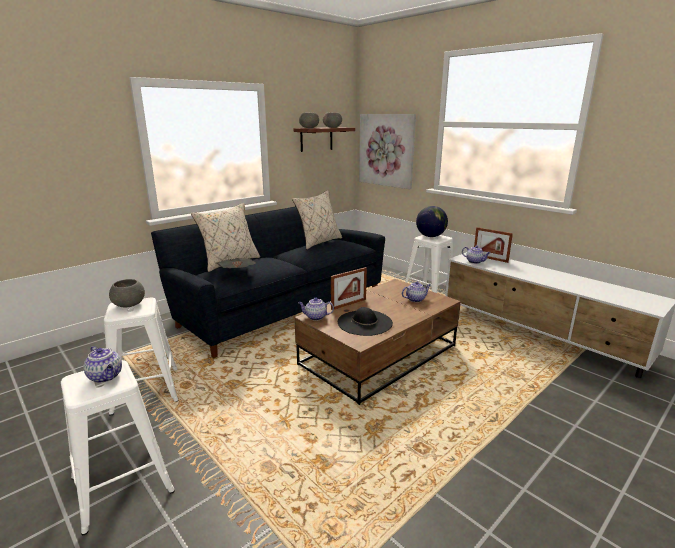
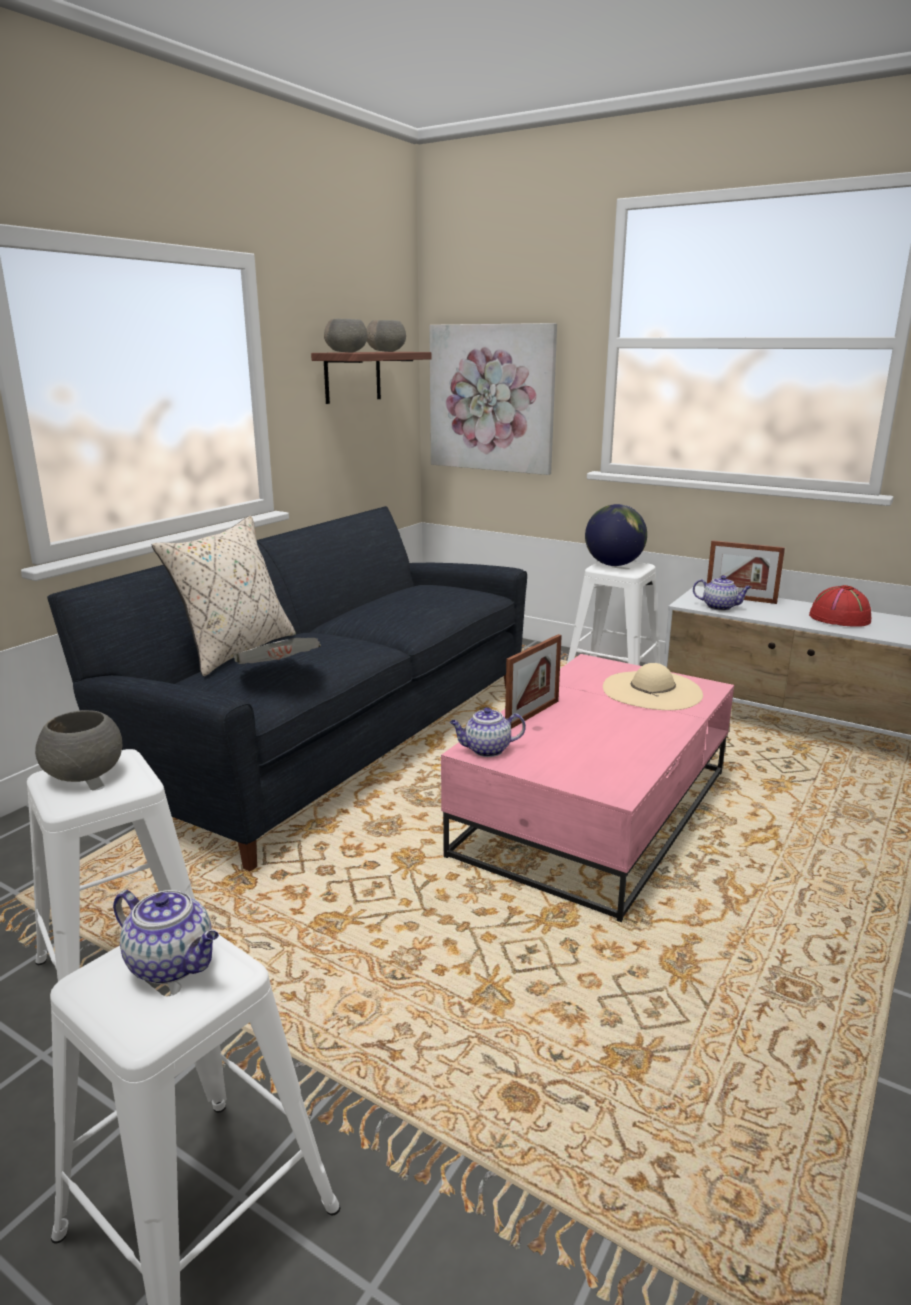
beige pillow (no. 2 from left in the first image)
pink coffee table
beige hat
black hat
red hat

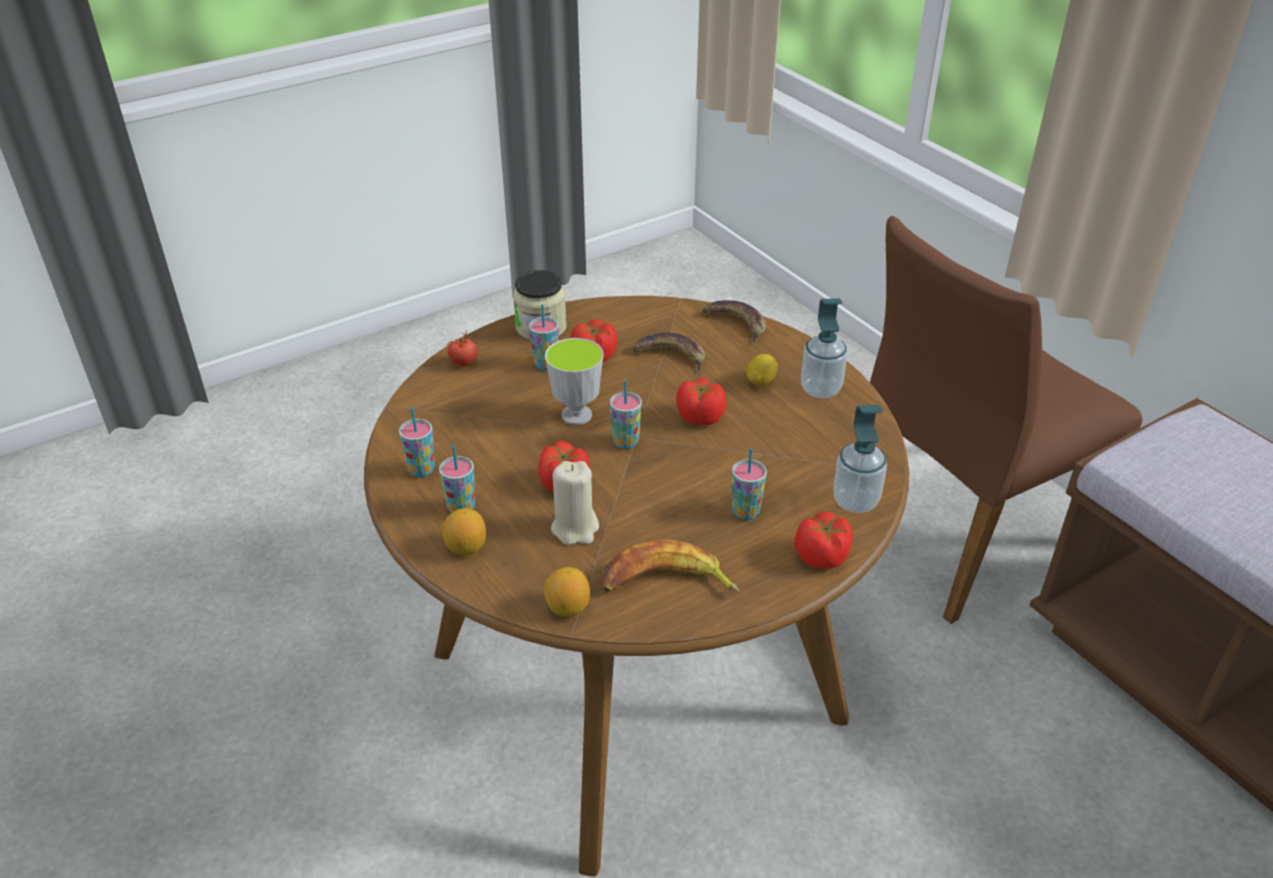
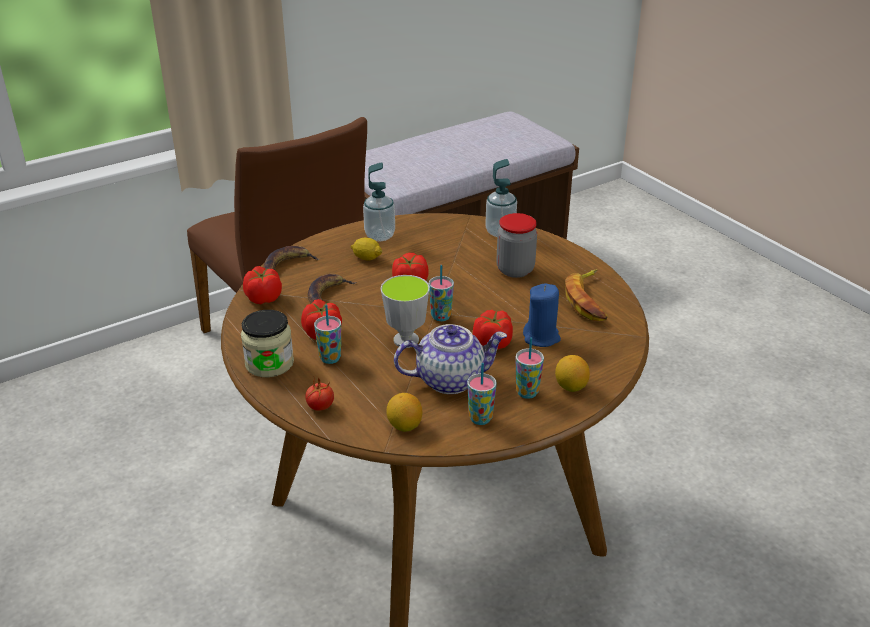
jar (no. 2 from left)
blue candle
tomato (no. 1 from left)
lemon (no. 2 from left)
teapot

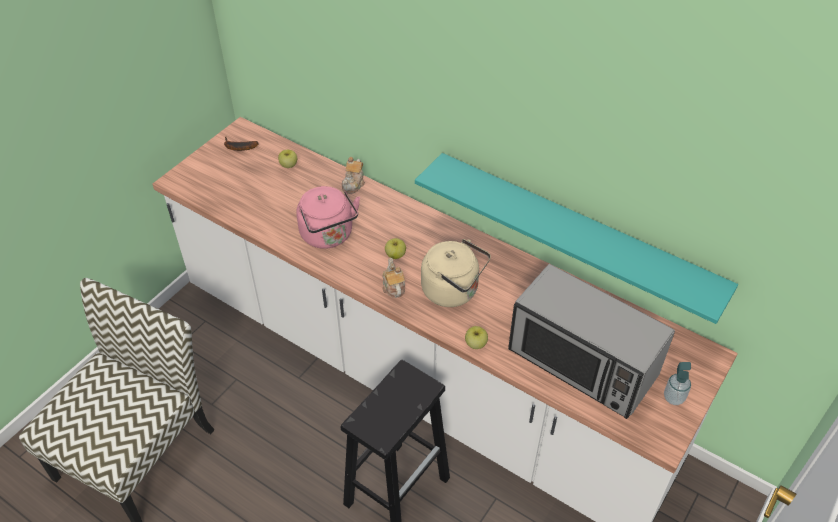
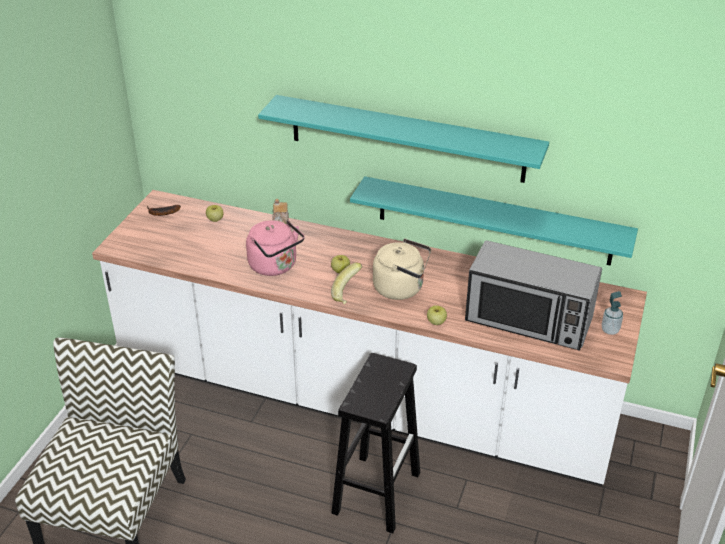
banana (no. 2 from left)
turquoise shelf (no. 1 from left)

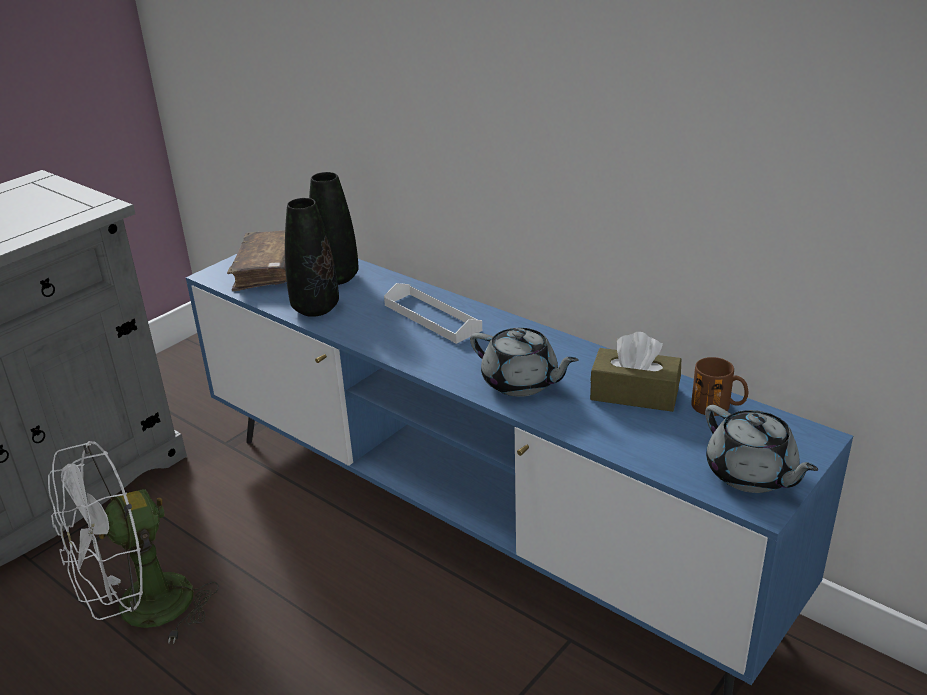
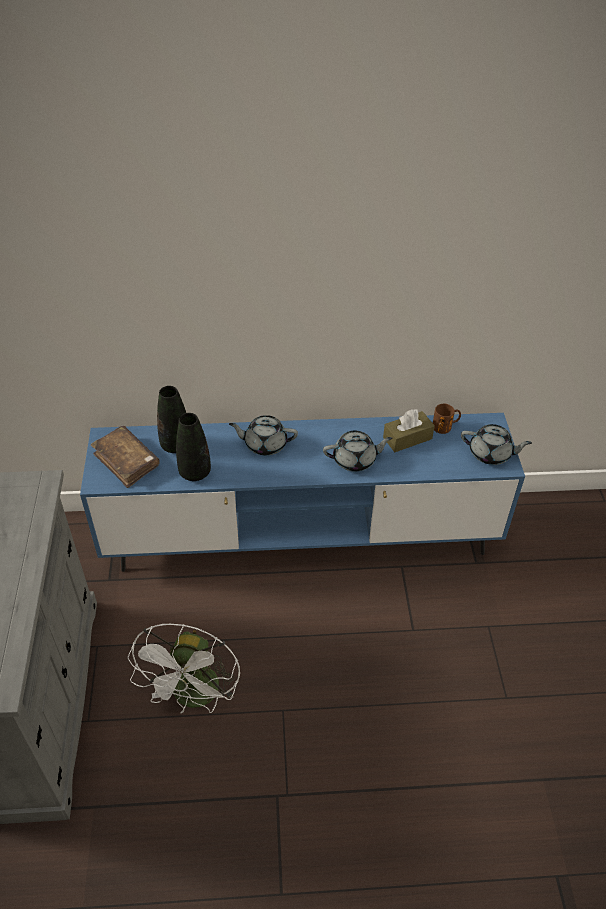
grey teapot (no. 1 from left)

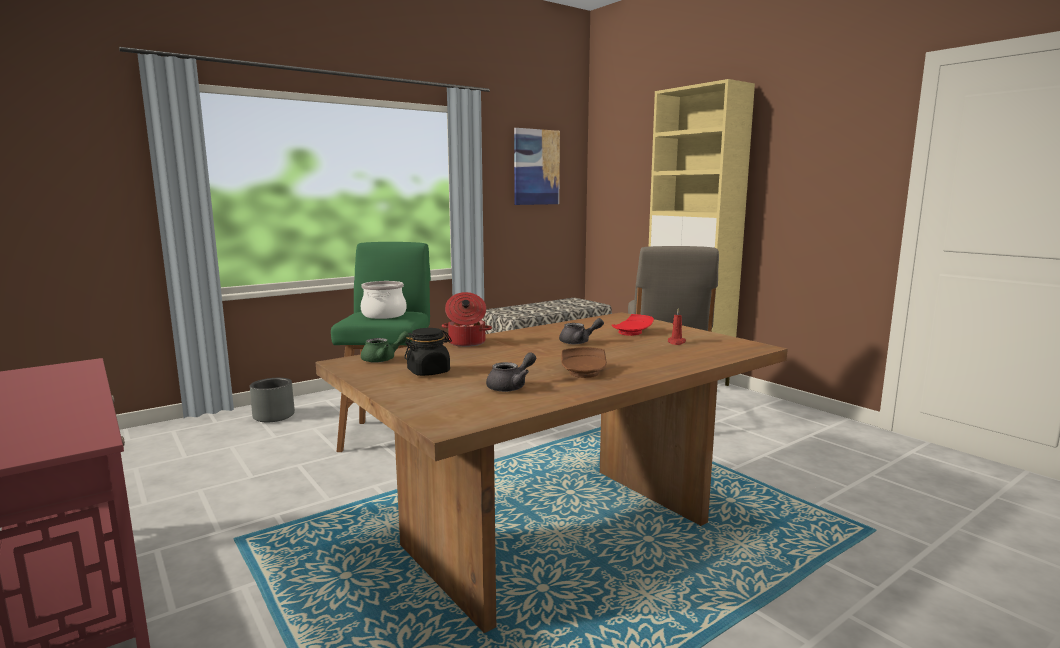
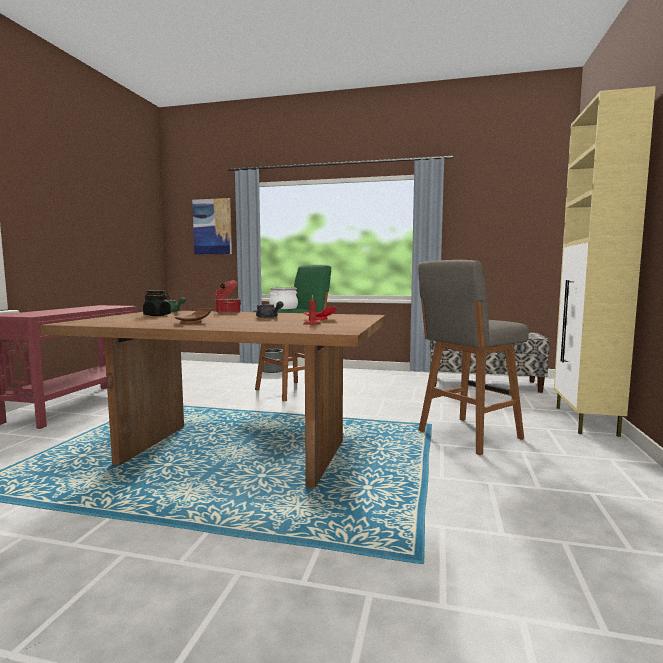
picture
grey teapot (no. 1 from left in the first image)

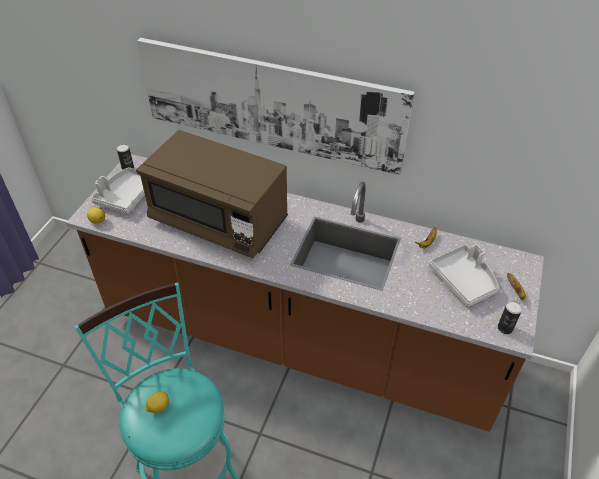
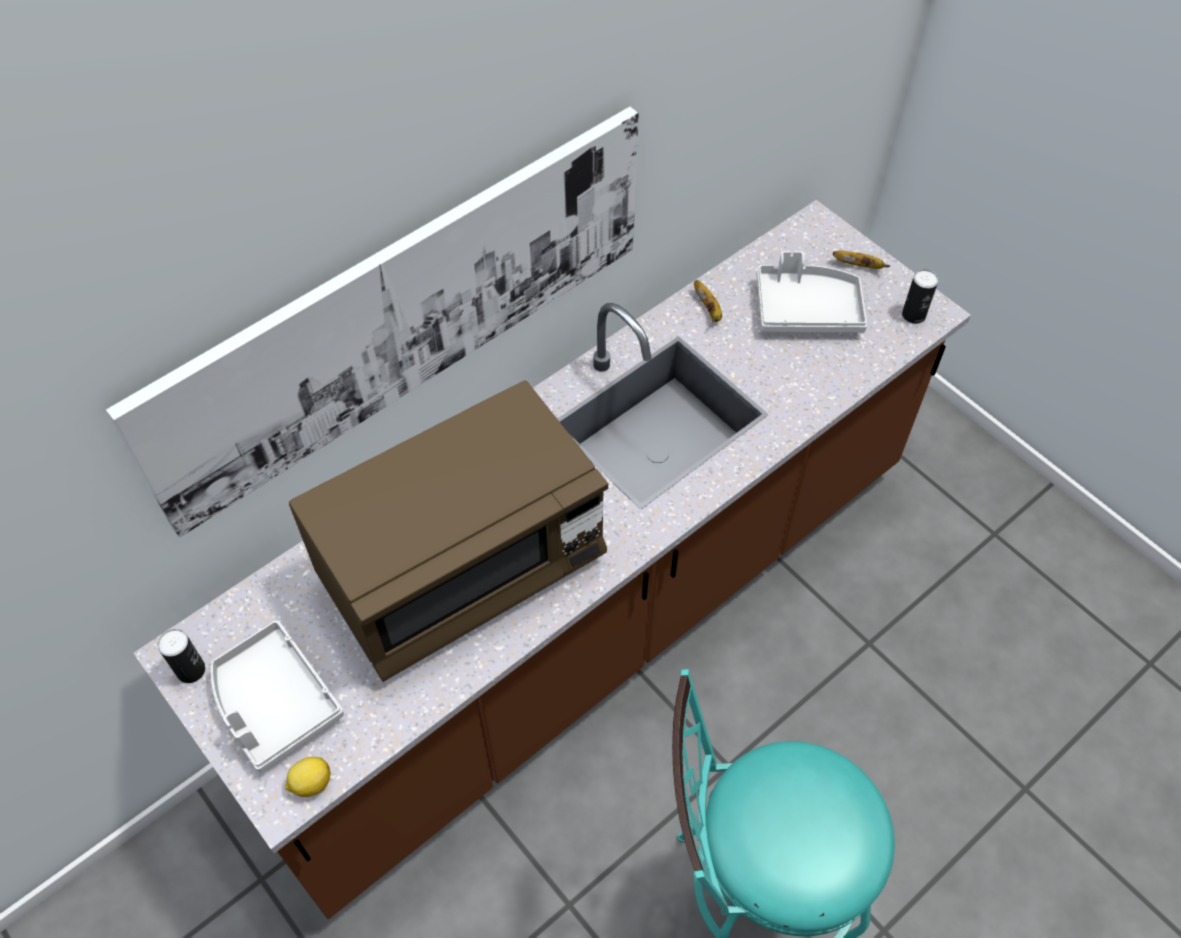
lemon (no. 2 from left in the first image)

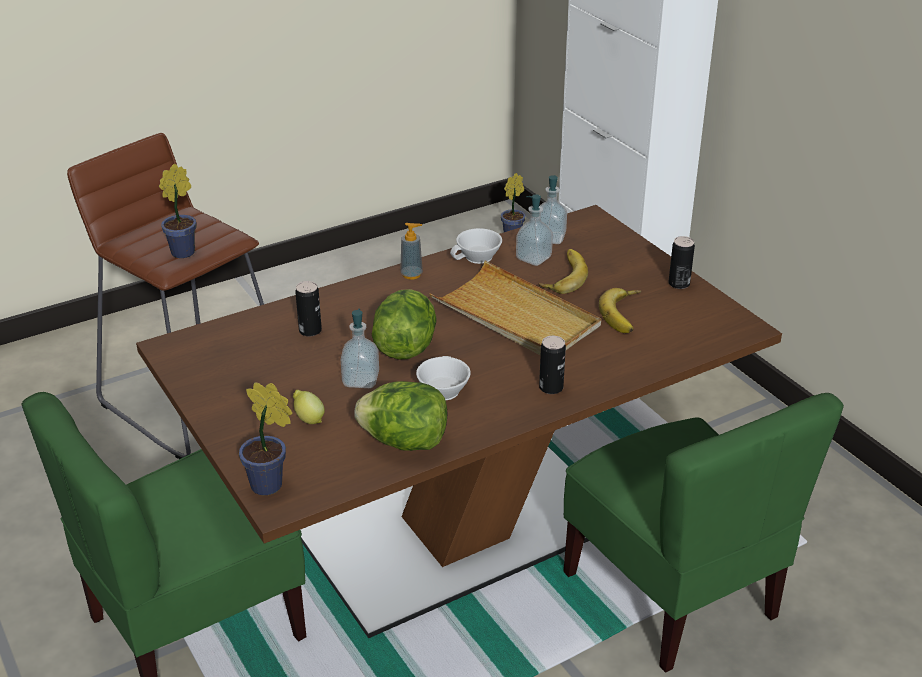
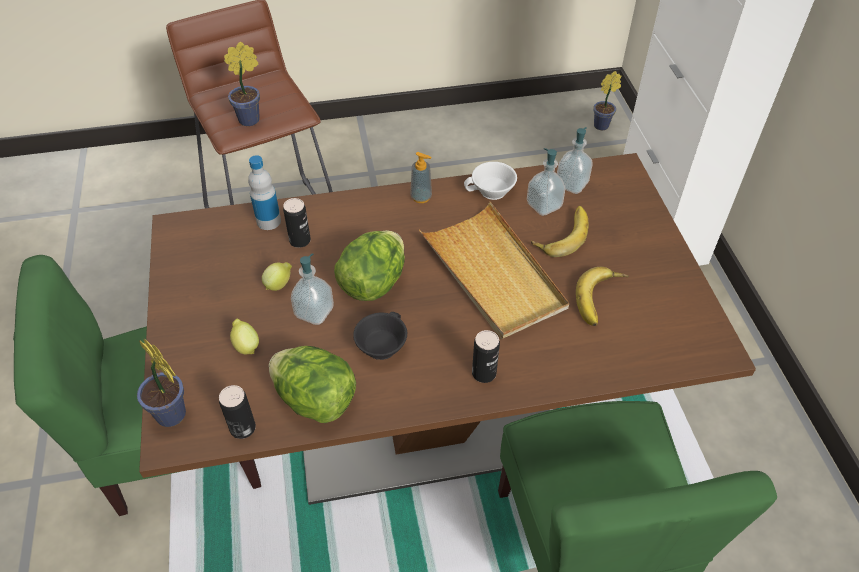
can (no. 1 from left)
black cup
bottle
lemon (no. 2 from left)

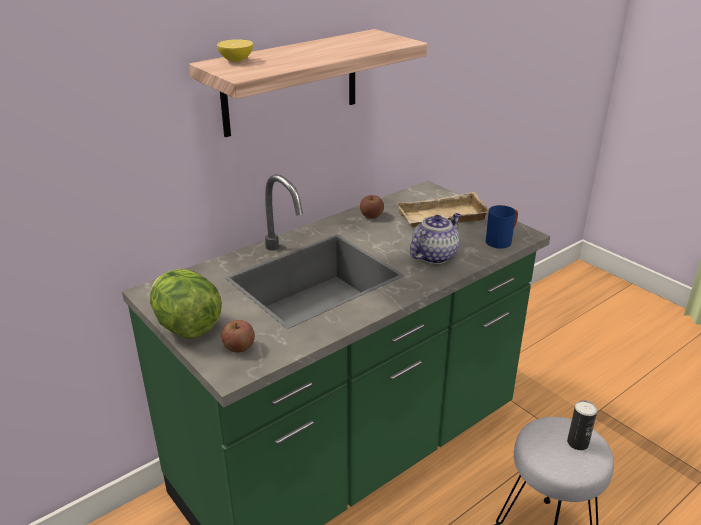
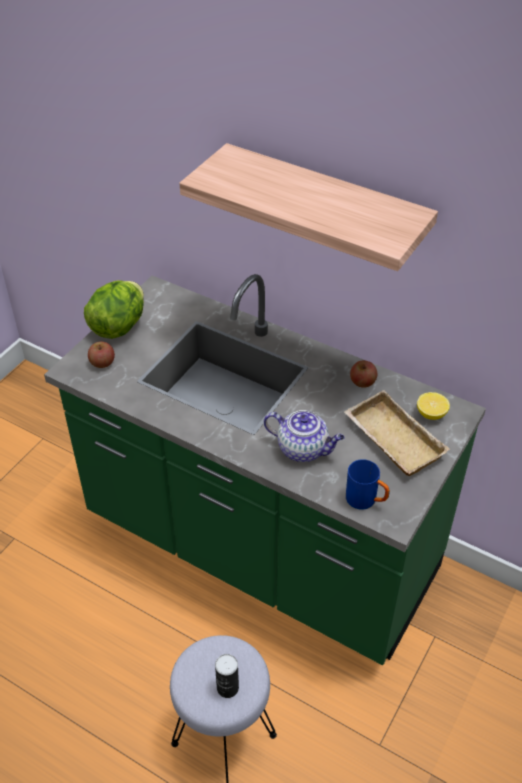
lemon

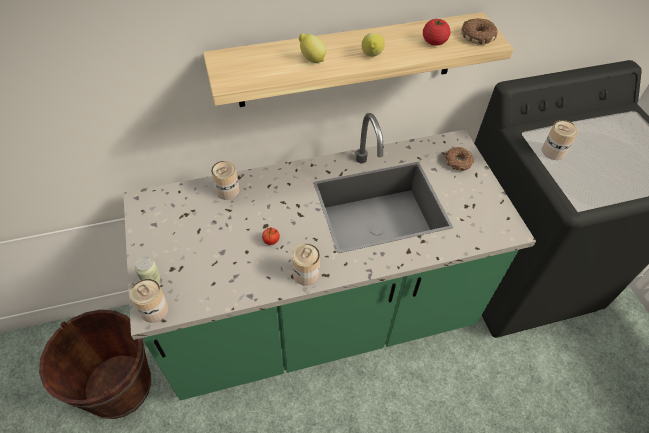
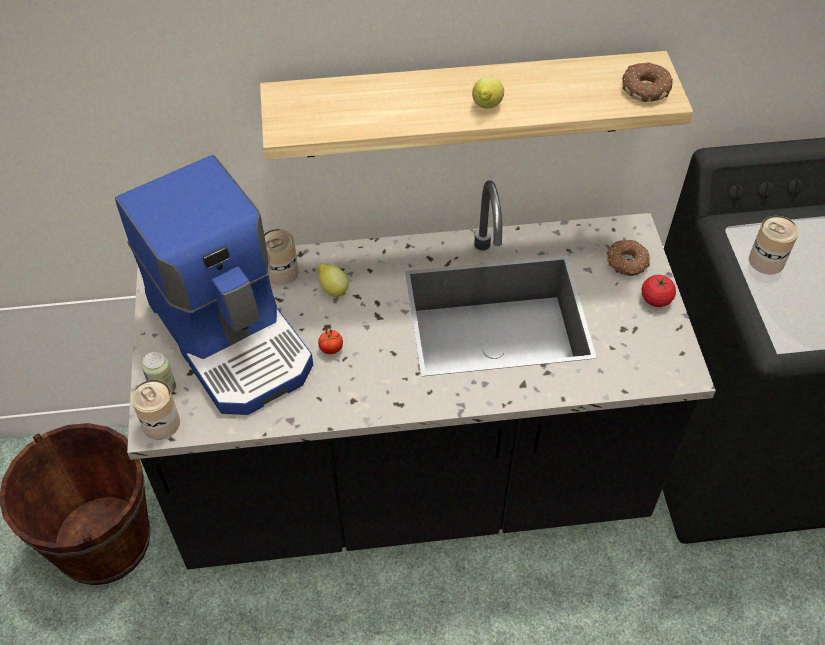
tomato (no. 2 from left)
lemon (no. 1 from left)
black counter
can (no. 4 from left in the first image)
coffee machine

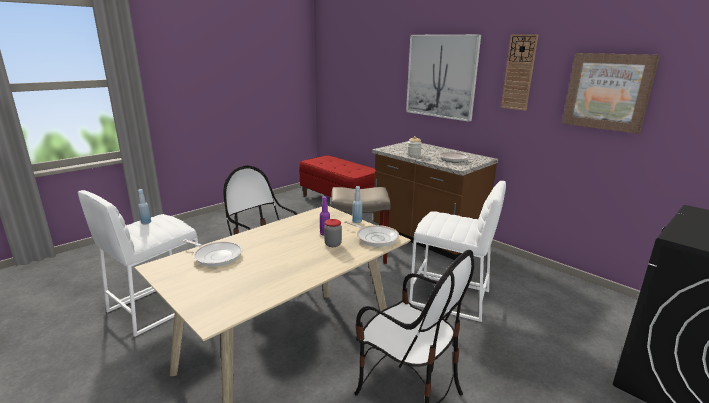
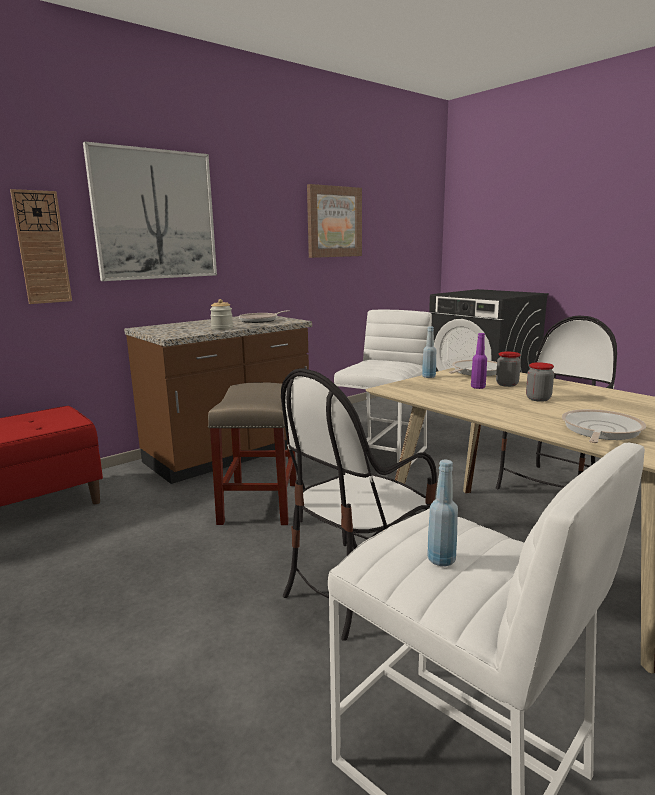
wall clock
jar (no. 3 from left)

